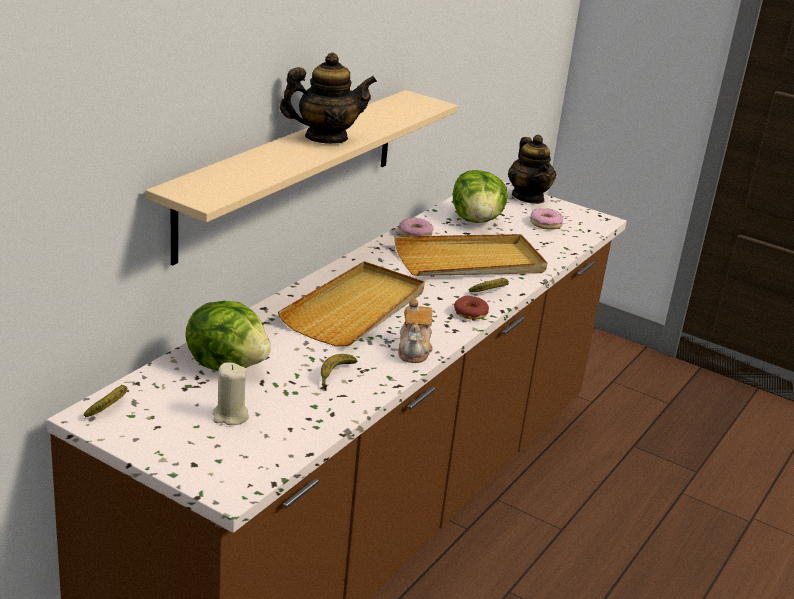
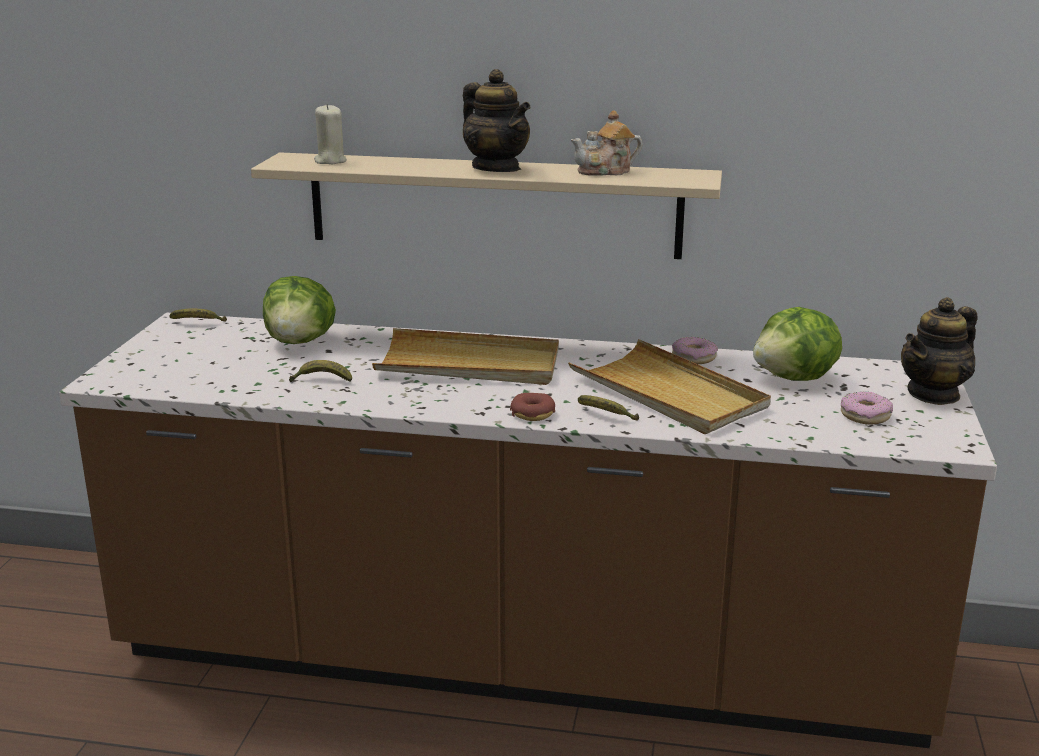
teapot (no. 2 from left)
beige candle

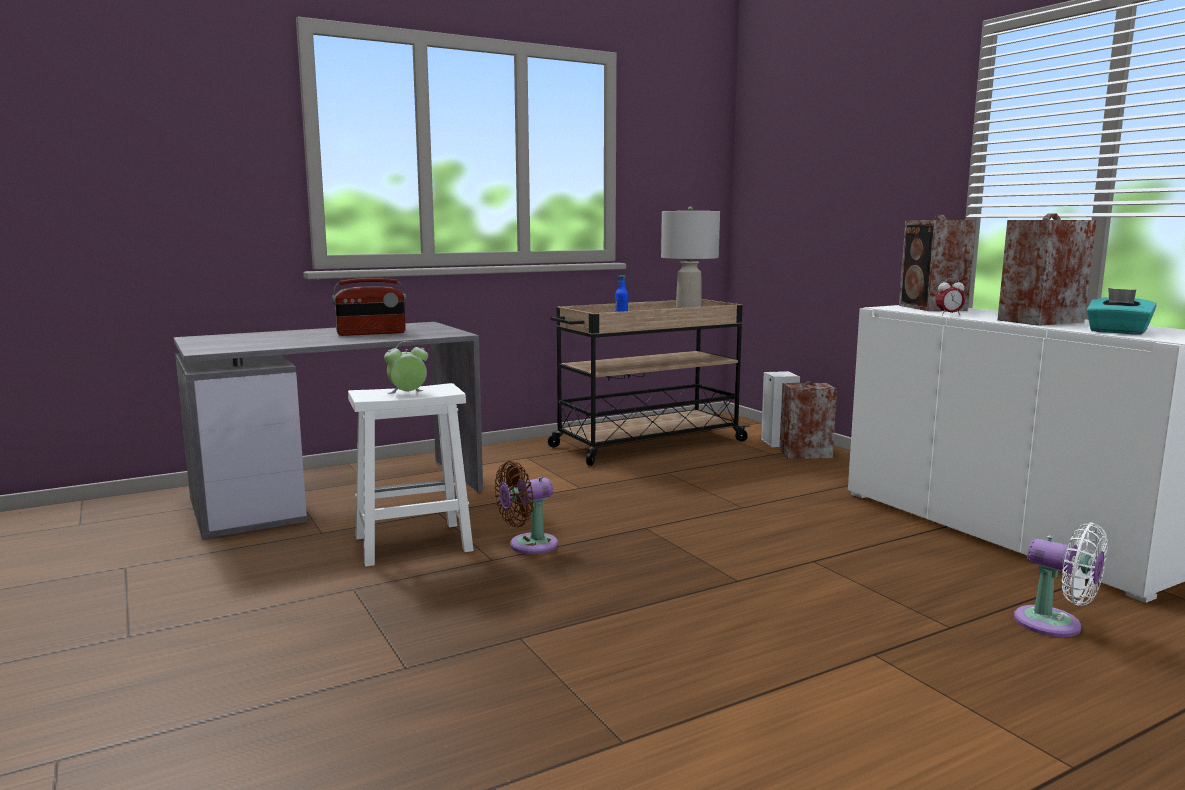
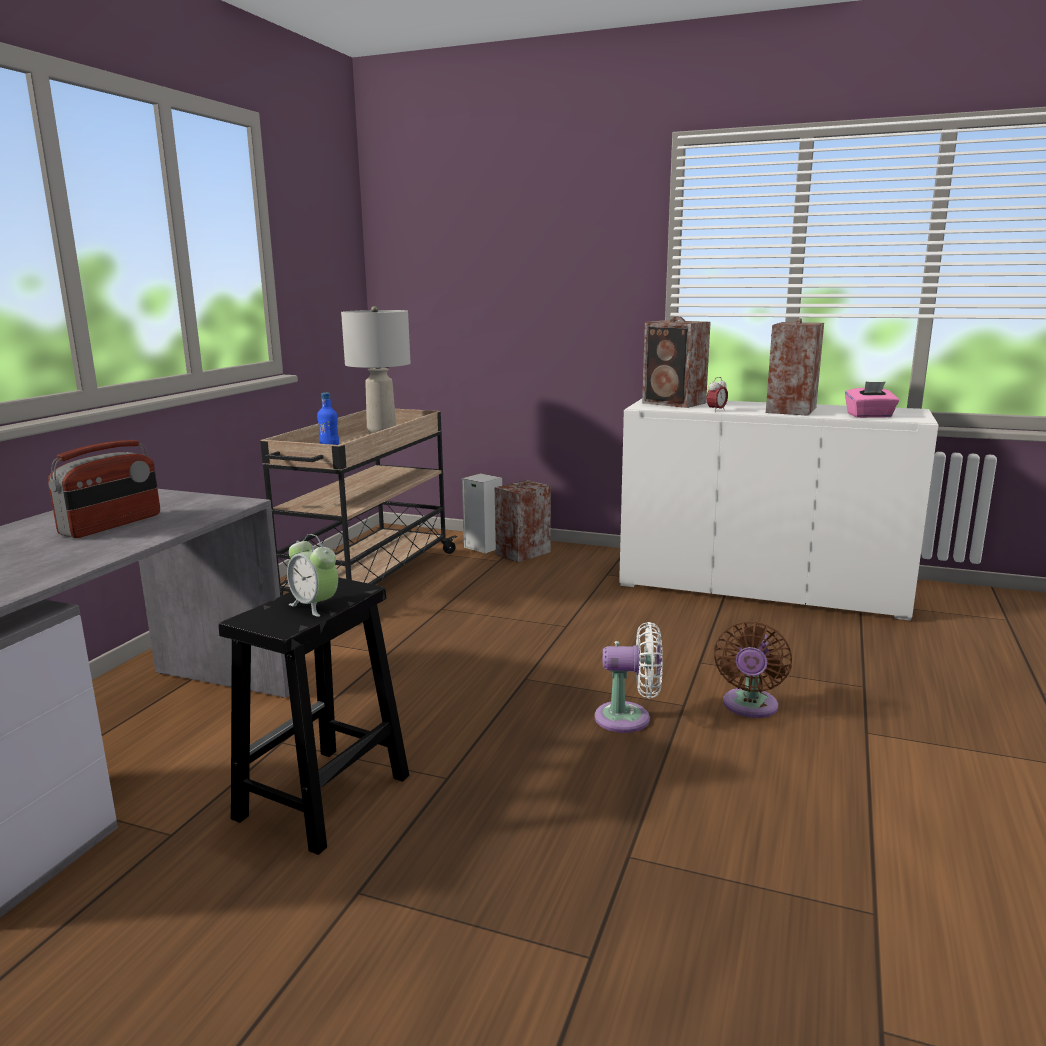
pink tissue box
alarm clock (no. 1 from left)
black stool
brown fan
white fan

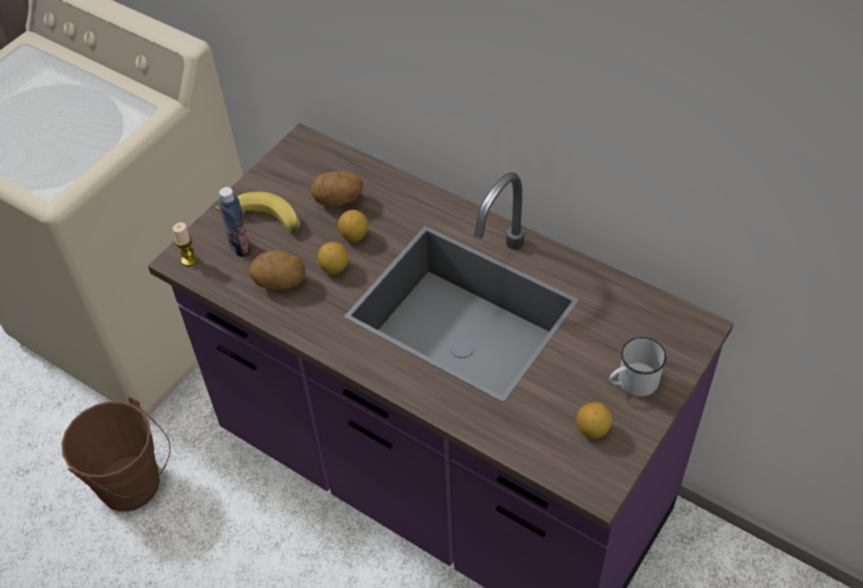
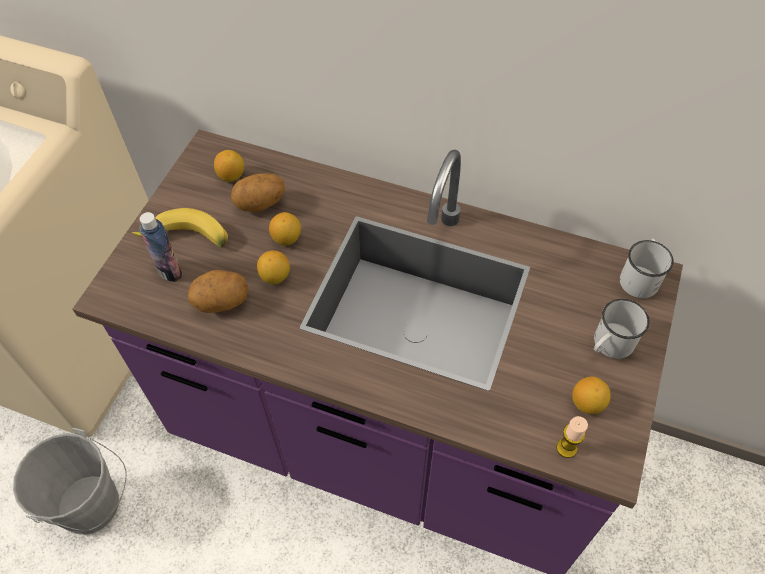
candle
grey bucket
lemon (no. 1 from left)
white mug (no. 2 from left)

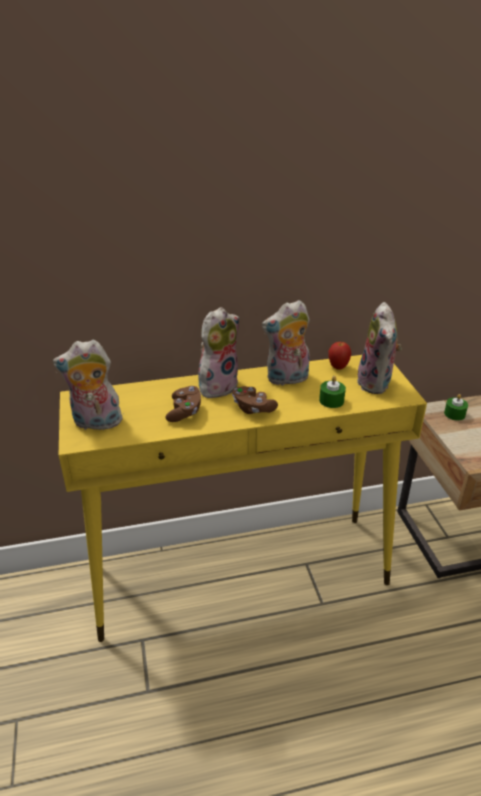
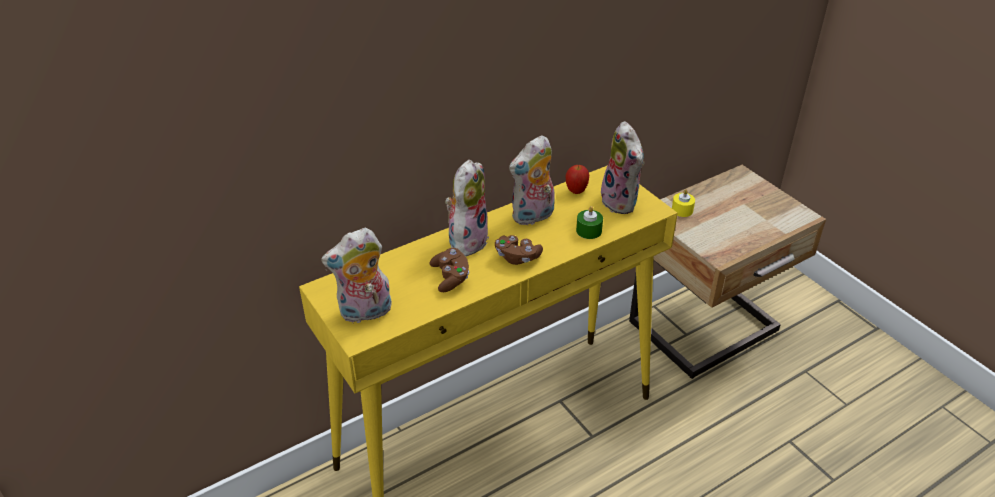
yellow candle

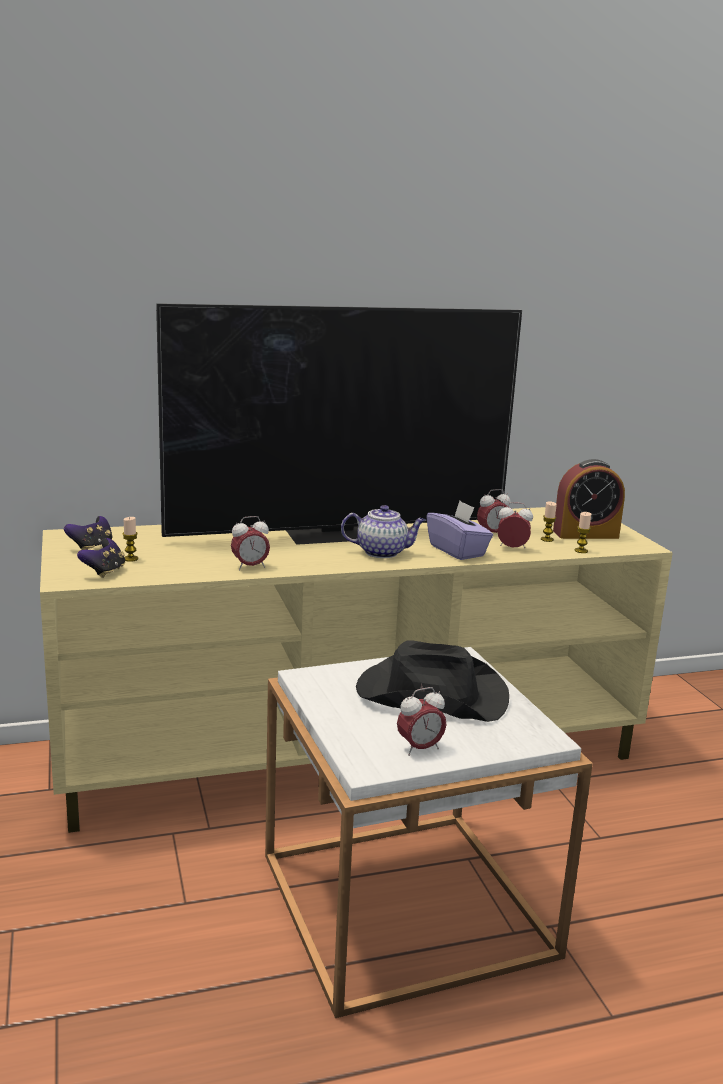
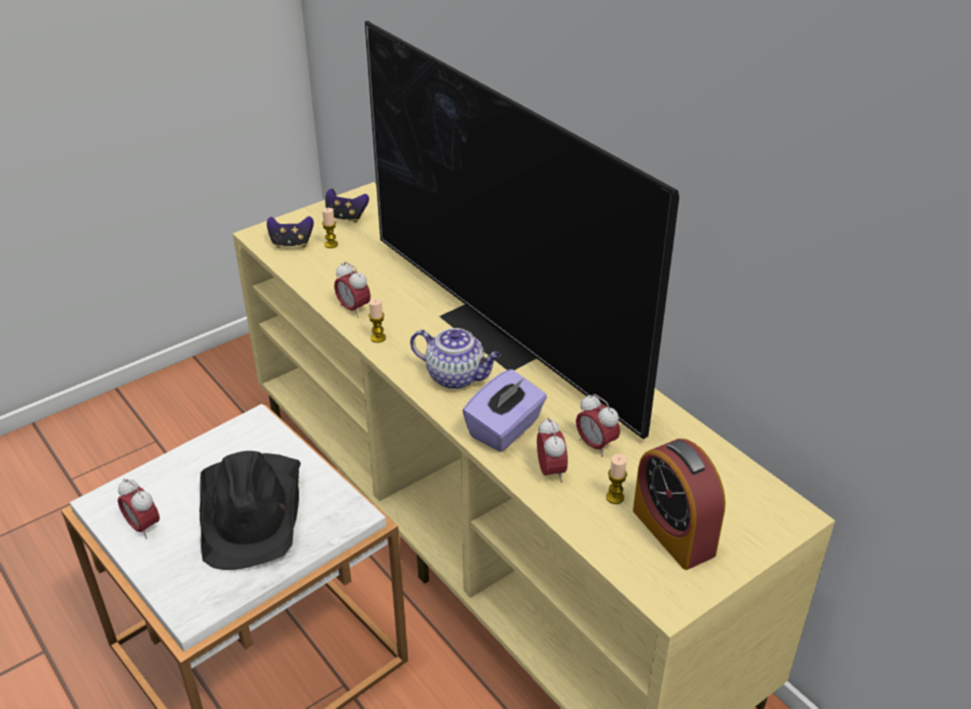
teapot
candle (no. 2 from left)

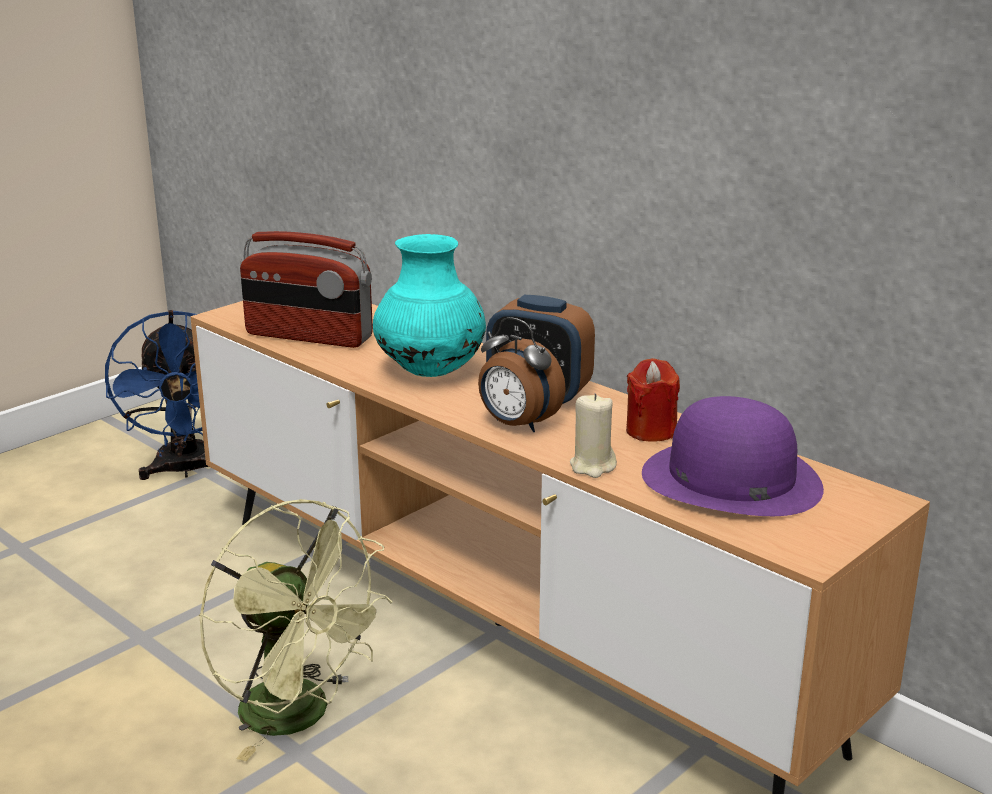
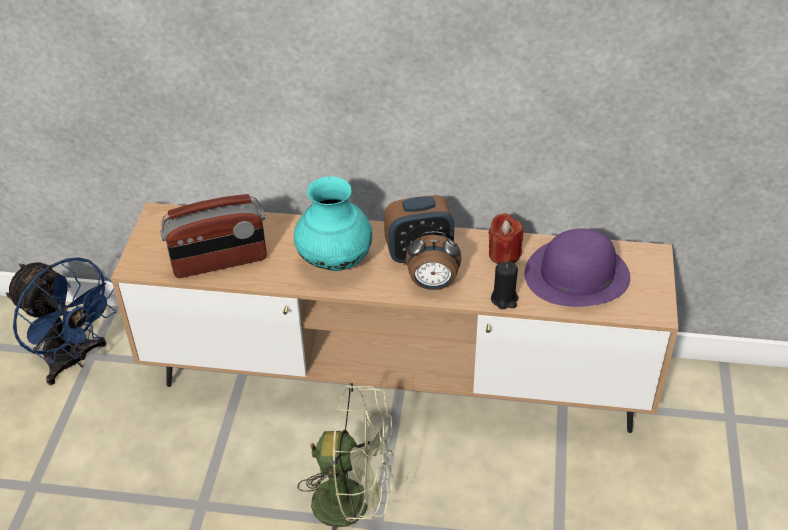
black candle

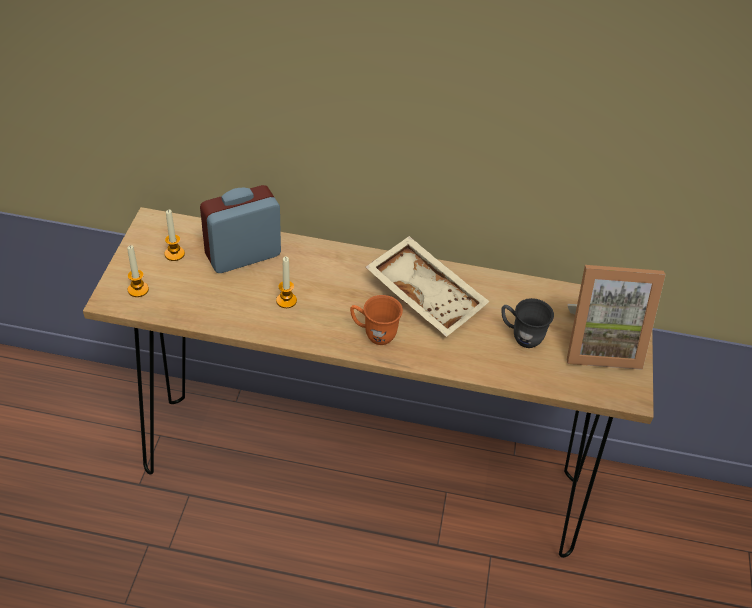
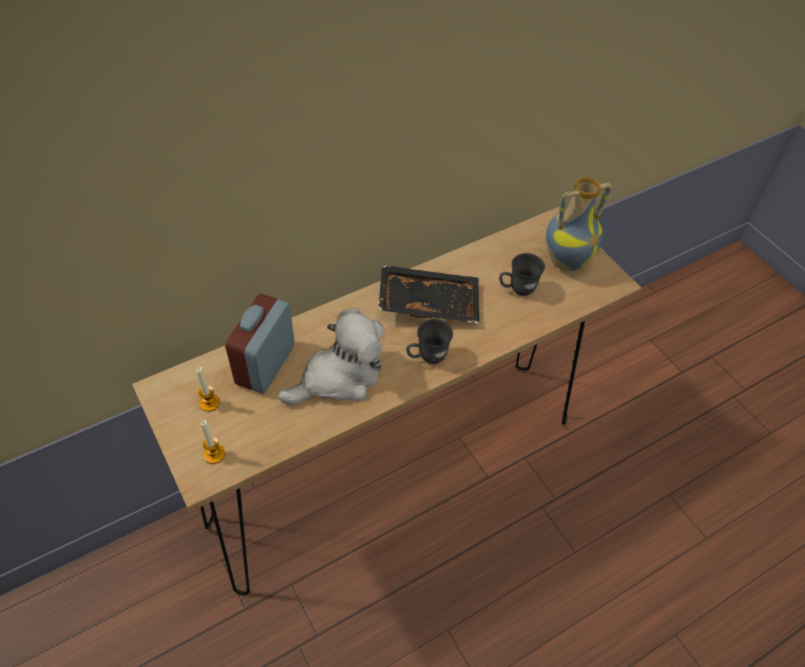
black tray
plush toy
vase
grey mug (no. 1 from left)

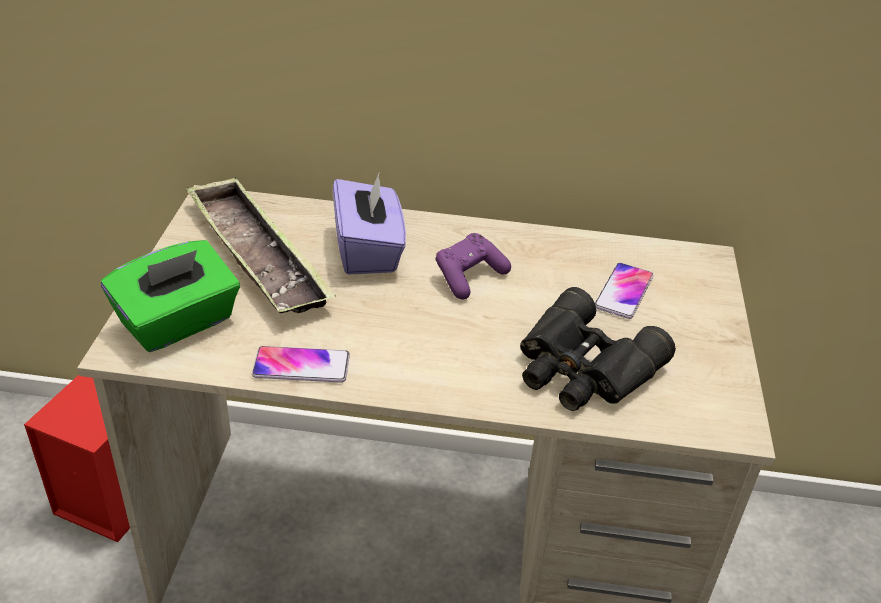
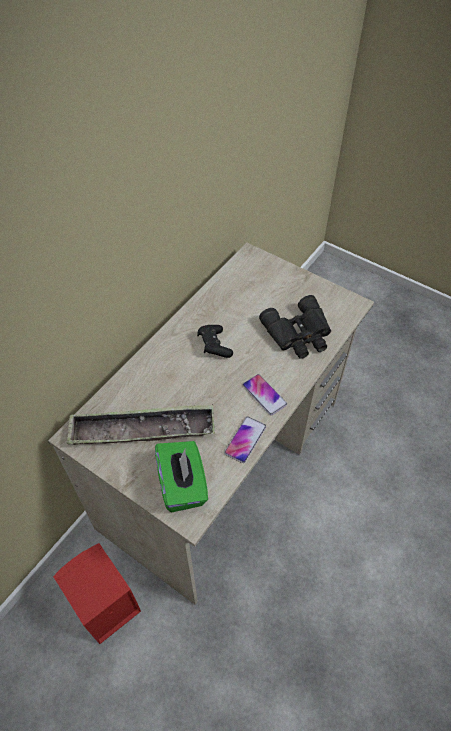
purple tissue box
black game controller
phone (no. 2 from left)

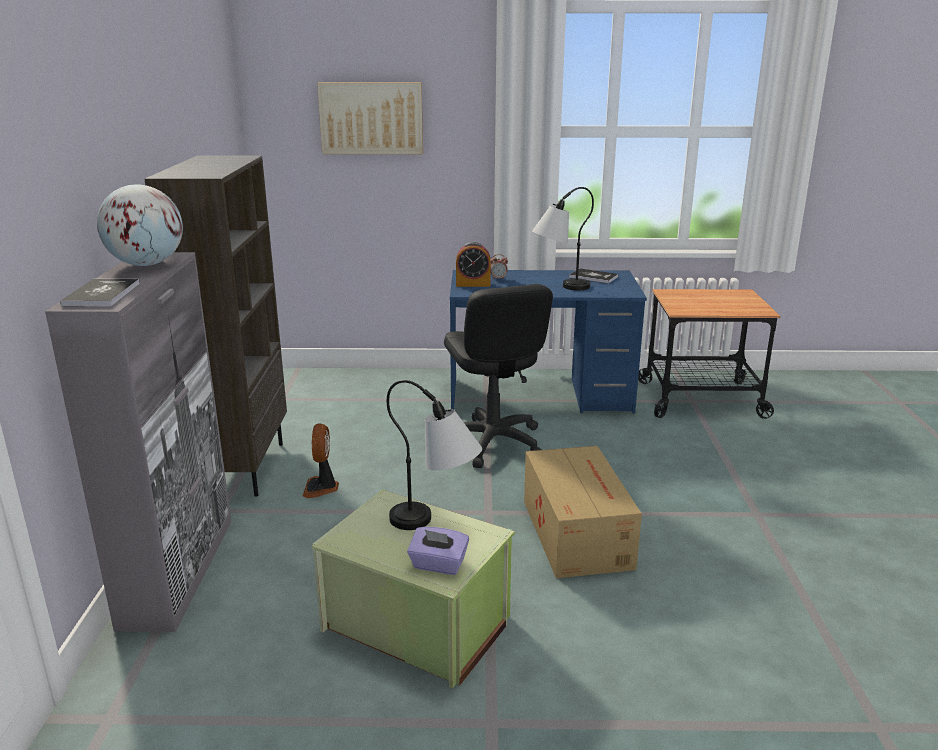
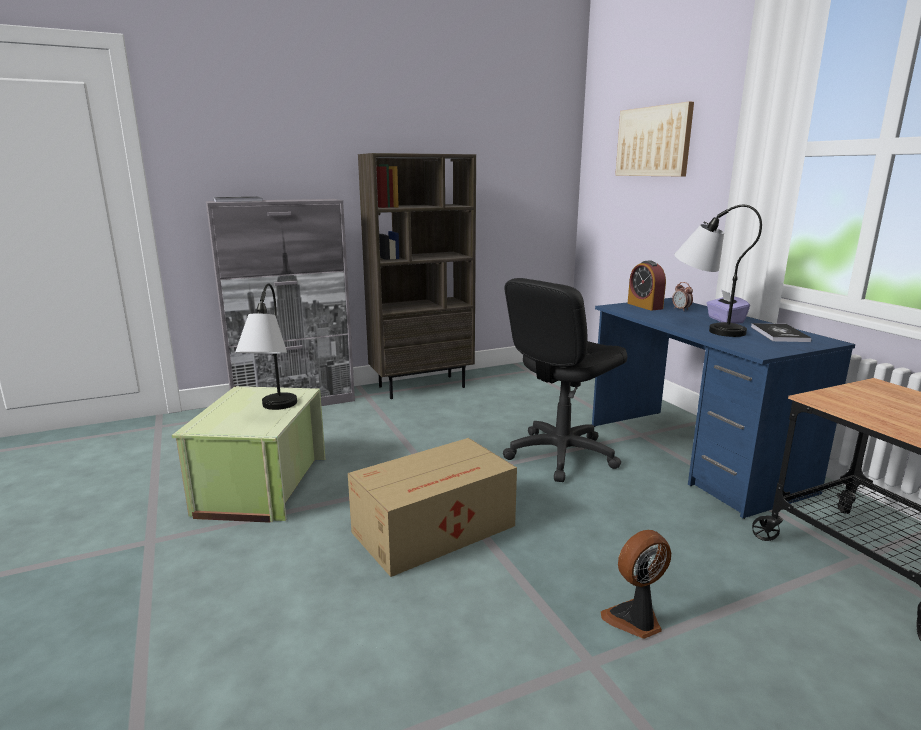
globe
fan
purple tissue box

